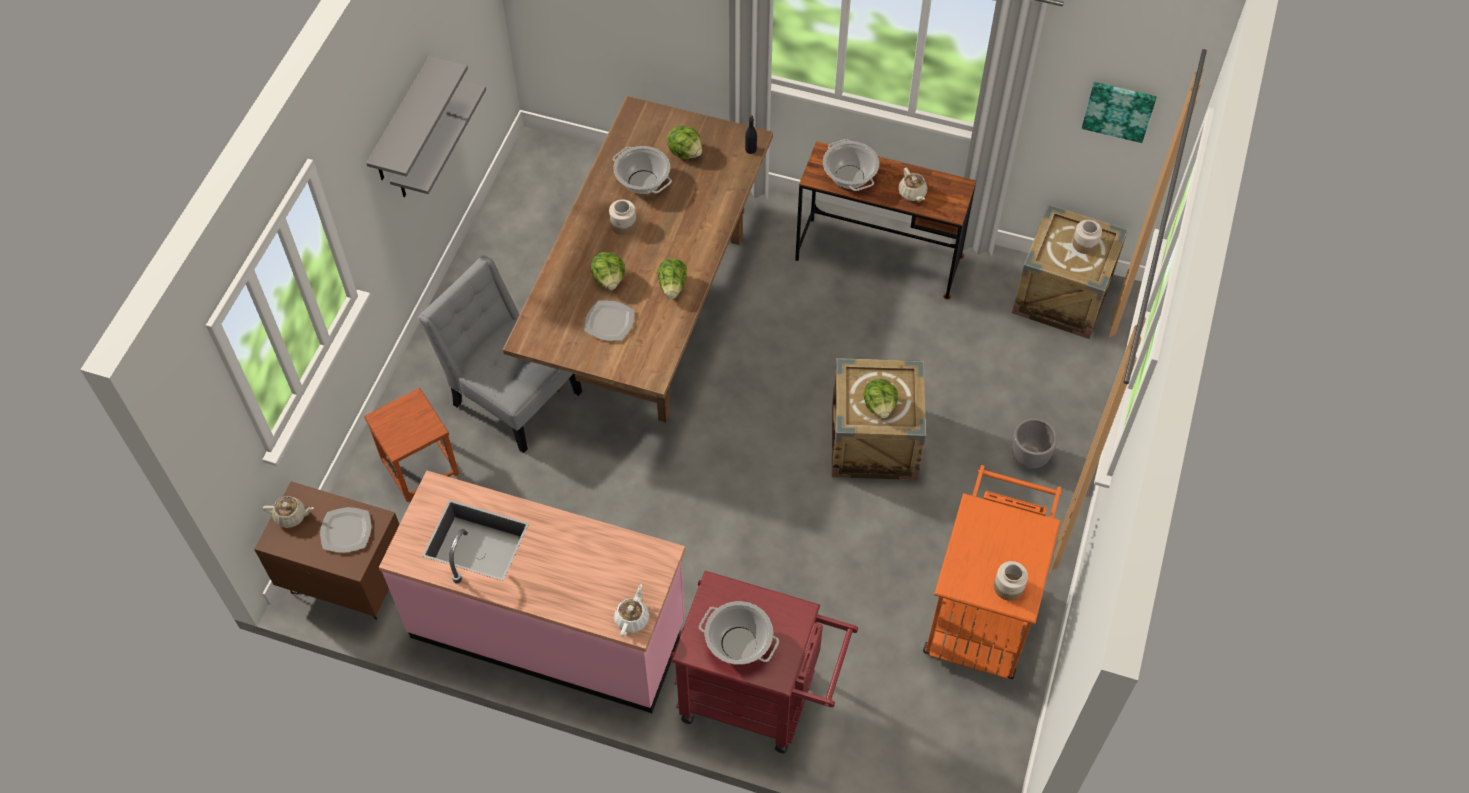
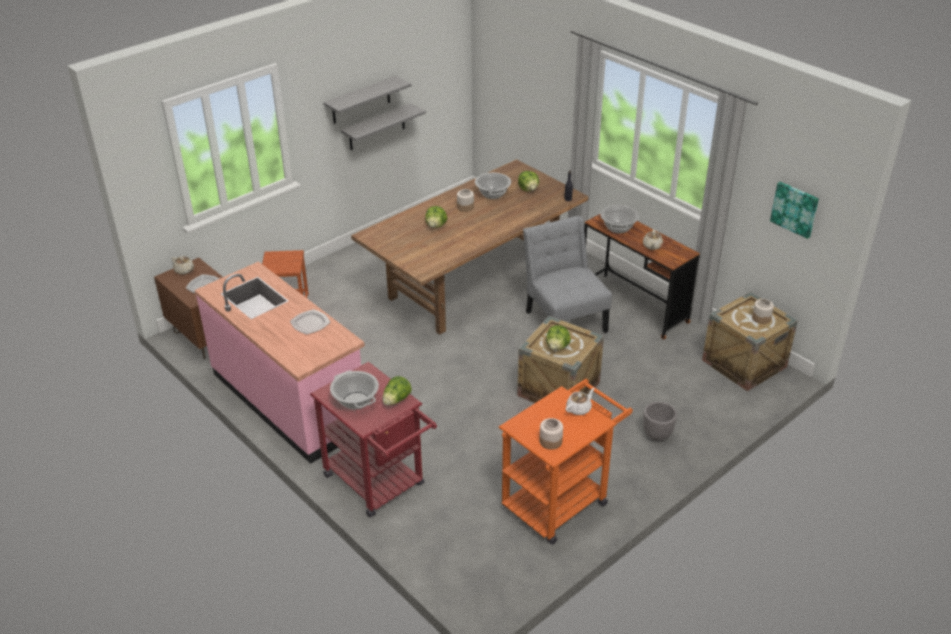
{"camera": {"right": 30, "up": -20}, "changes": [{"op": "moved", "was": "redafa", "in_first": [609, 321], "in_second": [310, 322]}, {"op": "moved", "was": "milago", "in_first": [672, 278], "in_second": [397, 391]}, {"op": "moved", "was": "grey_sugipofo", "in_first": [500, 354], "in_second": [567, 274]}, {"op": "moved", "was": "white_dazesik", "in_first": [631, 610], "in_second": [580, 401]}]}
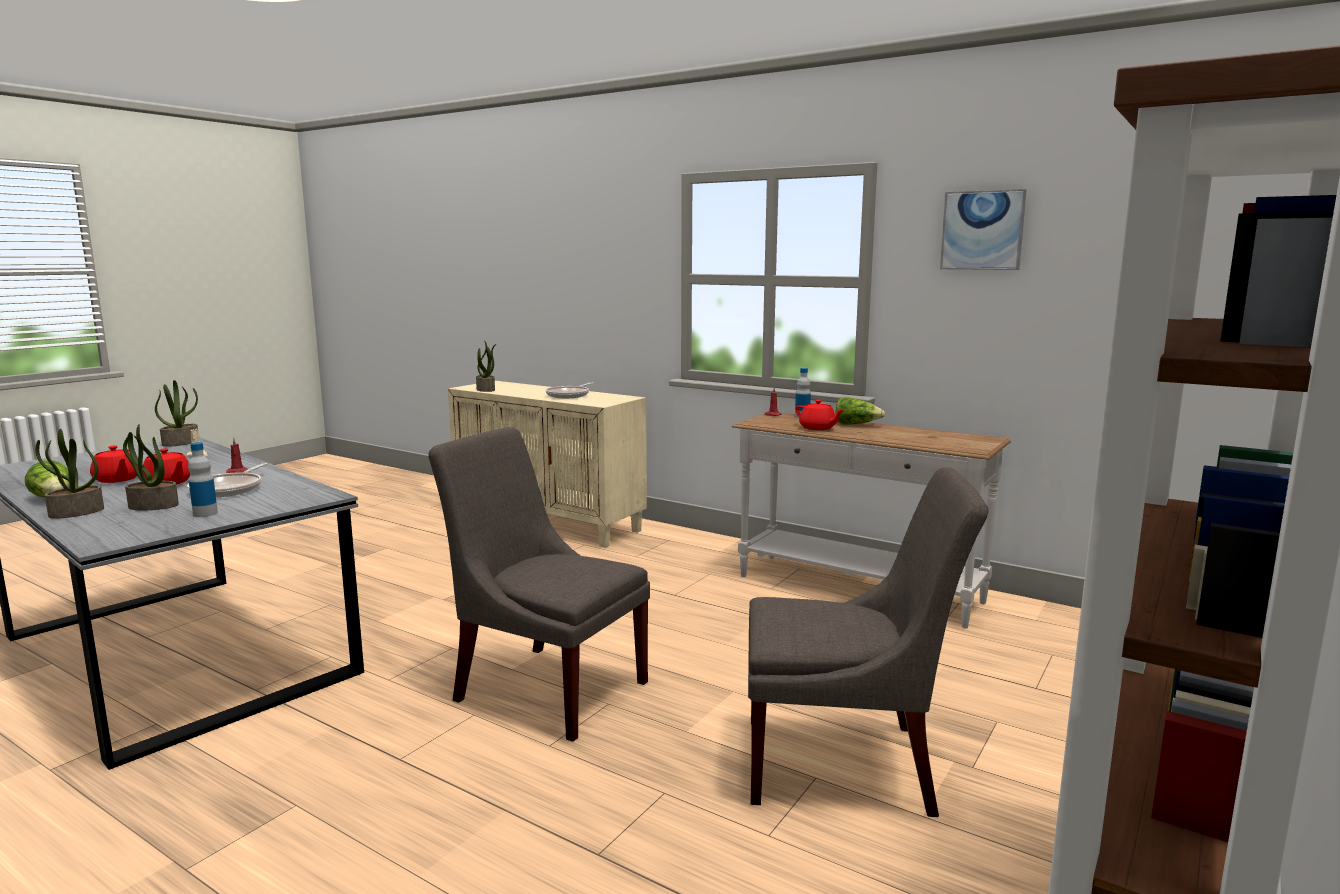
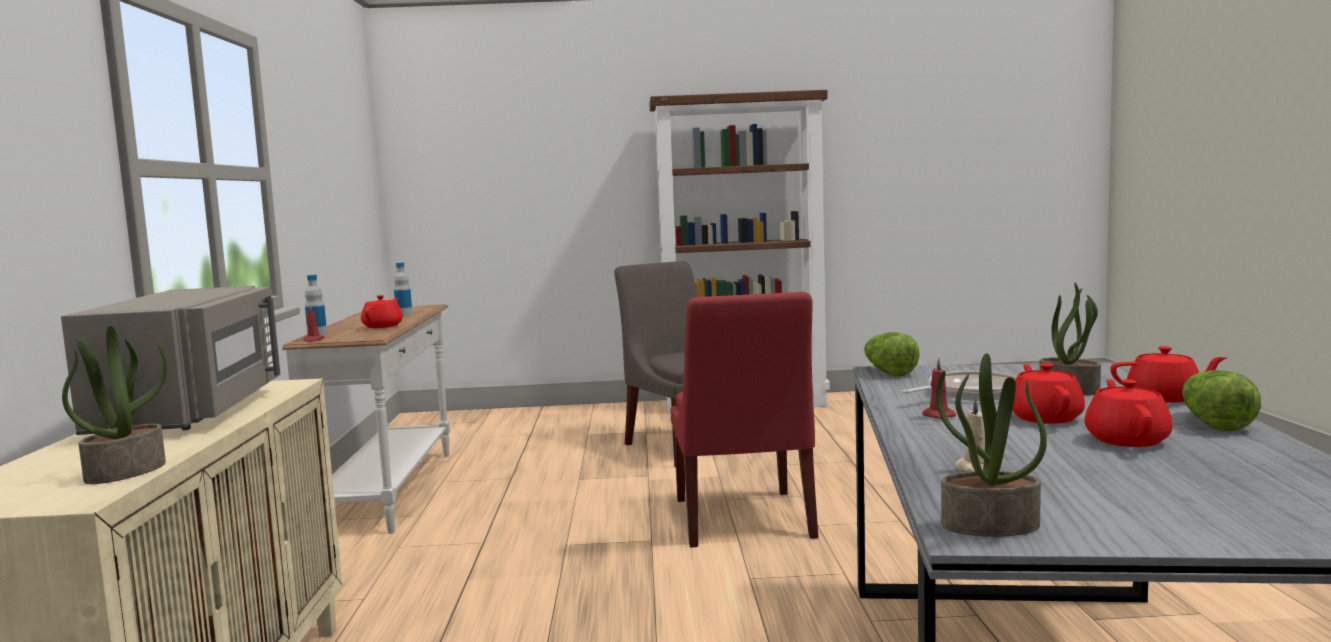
{"camera": {"right": -125, "up": -5}, "changes": [{"op": "replaced", "was": "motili", "now": "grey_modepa", "in_first": [570, 390], "in_second": [170, 360]}, {"op": "moved", "was": "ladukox", "in_first": [203, 479], "in_second": [403, 289]}, {"op": "recoloured", "was": "grey_sugipofo", "now": "red_sugipofo", "in_first": [539, 584], "in_second": [744, 419]}, {"op": "moved", "was": "milago", "in_first": [860, 411], "in_second": [891, 354]}, {"op": "replaced", "was": "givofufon", "now": "red_dazesik", "in_first": [69, 474], "in_second": [1169, 374]}, {"op": "removed", "was": "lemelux", "in_first": [983, 229]}]}
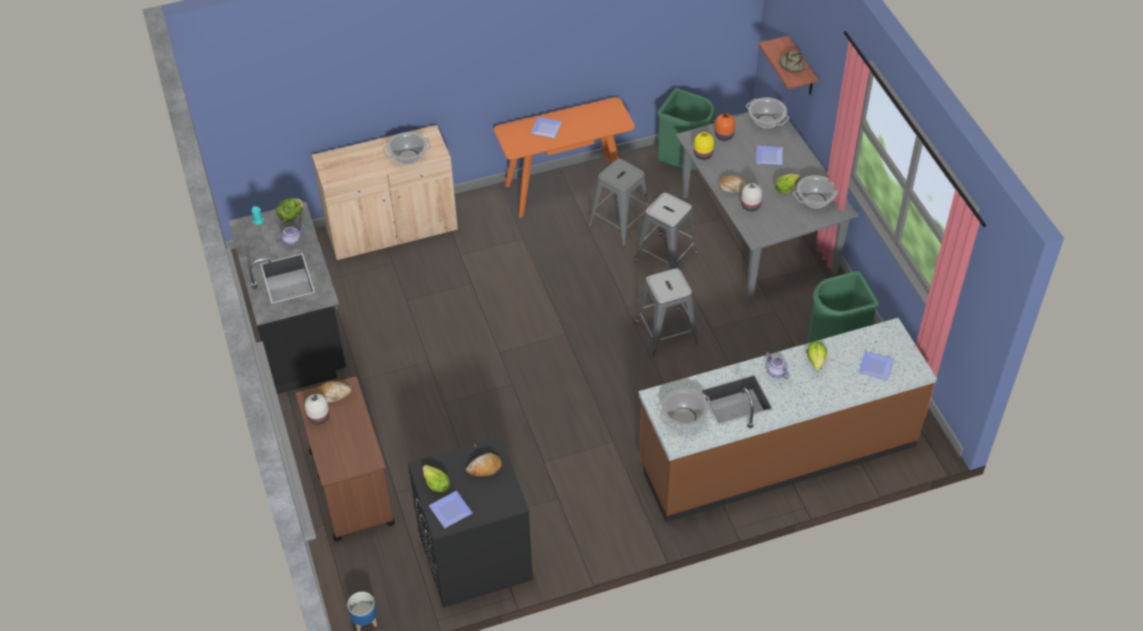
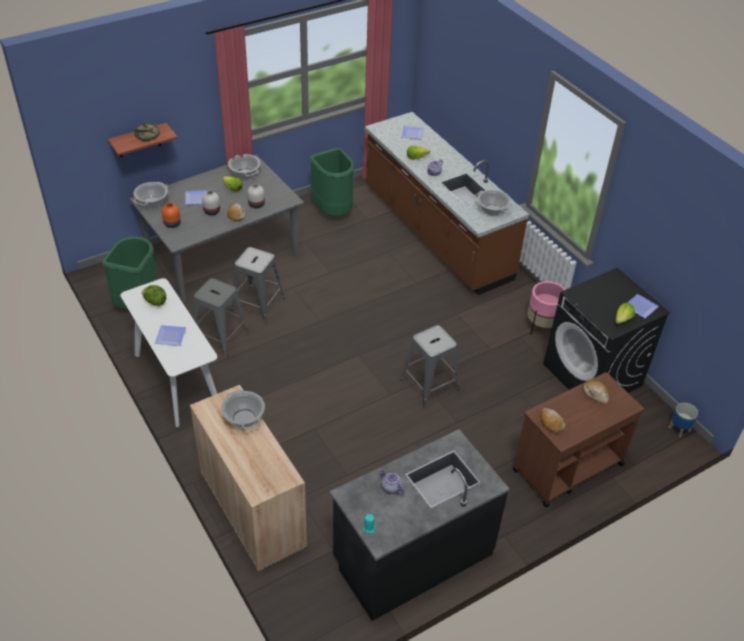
{"camera": {"right": -105, "up": -5}, "changes": [{"op": "recoloured", "was": "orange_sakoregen", "now": "white_sakoregen", "in_first": [564, 157], "in_second": [168, 352]}, {"op": "moved", "was": "milago", "in_first": [290, 210], "in_second": [154, 295]}, {"op": "moved", "was": "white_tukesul", "in_first": [317, 409], "in_second": [211, 203]}, {"op": "moved", "was": "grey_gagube", "in_first": [666, 313], "in_second": [430, 366]}, {"op": "added", "now": "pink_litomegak", "in_second": [546, 308]}, {"op": "moved", "was": "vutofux", "in_first": [484, 464], "in_second": [596, 392]}, {"op": "removed", "was": "yellow_tukesul", "in_first": [704, 146]}]}
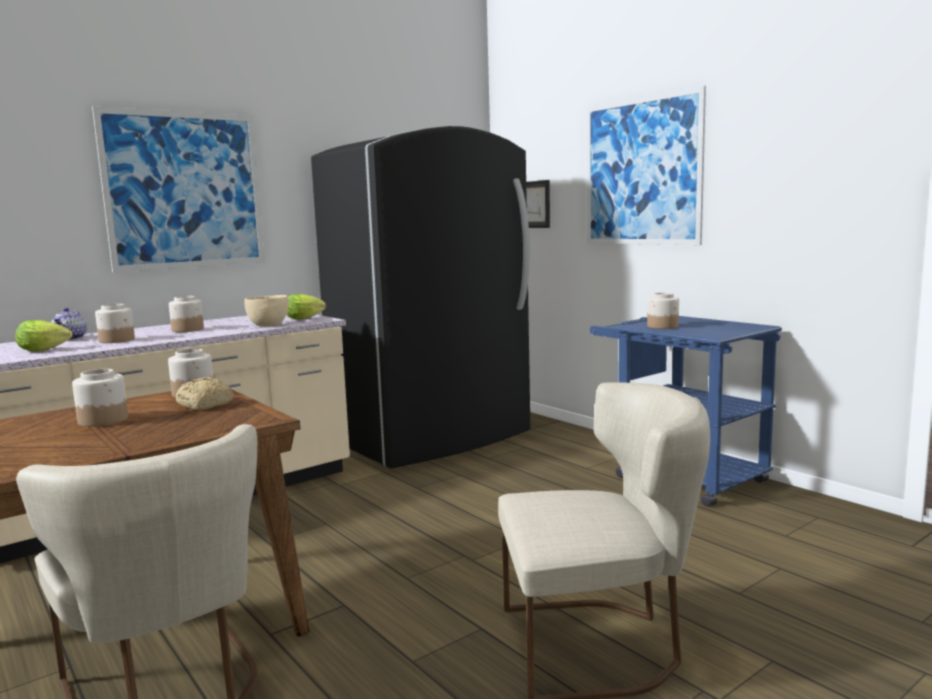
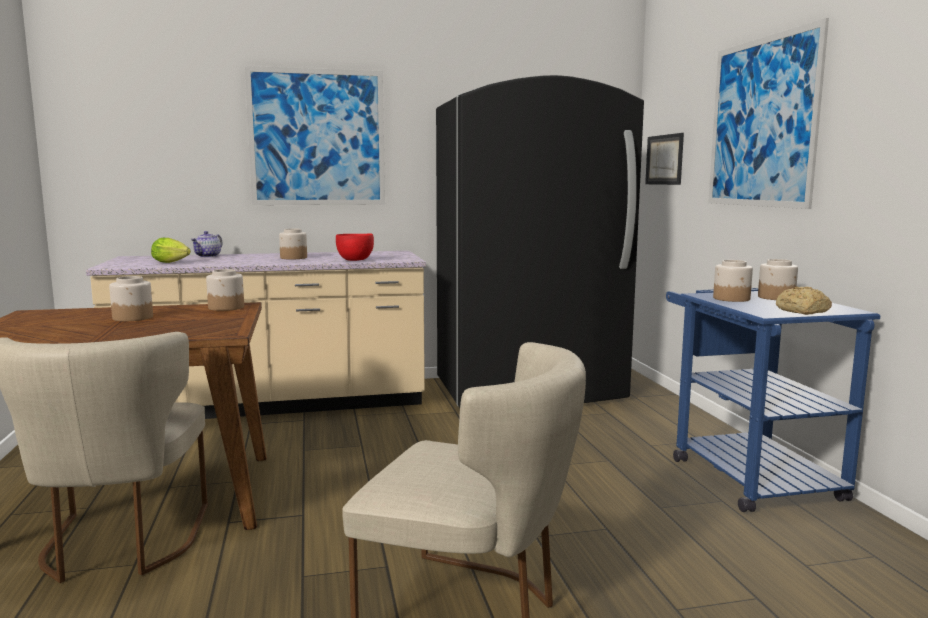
{"camera": {"right": 25, "up": 0}, "changes": [{"op": "recoloured", "was": "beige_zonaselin", "now": "red_zonaselin", "in_first": [266, 311], "in_second": [355, 247]}, {"op": "moved", "was": "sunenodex", "in_first": [115, 323], "in_second": [778, 279]}, {"op": "moved", "was": "vutofux", "in_first": [205, 393], "in_second": [804, 300]}, {"op": "removed", "was": "milago", "in_first": [306, 306]}]}
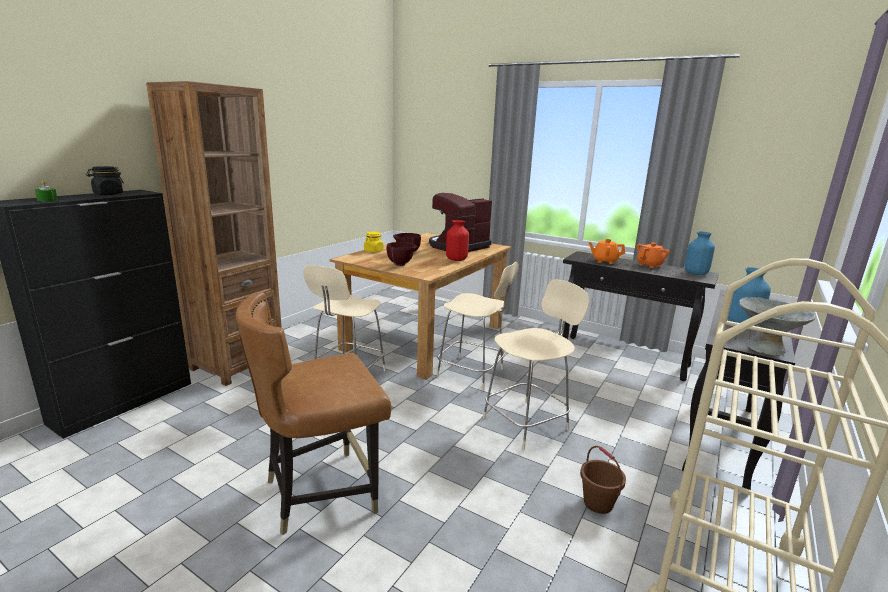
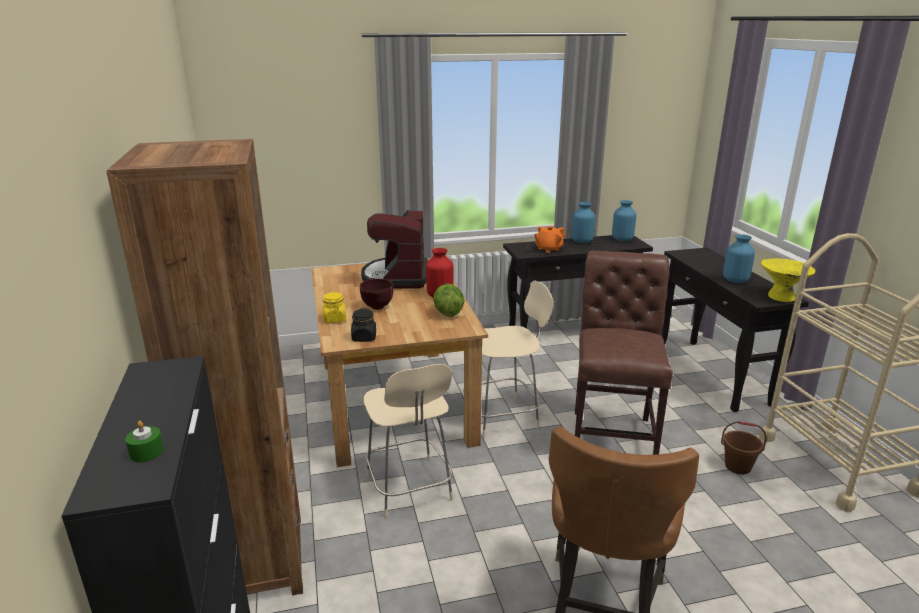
{"camera": {"right": -45, "up": 5}, "changes": [{"op": "moved", "was": "black_sunenodex", "in_first": [105, 180], "in_second": [363, 325]}, {"op": "added", "now": "milago", "in_second": [449, 300]}, {"op": "replaced", "was": "orange_dazesik", "now": "blue_tukesul", "in_first": [653, 255], "in_second": [583, 222]}, {"op": "replaced", "was": "beige_gagube", "now": "brown_sugipofo", "in_first": [536, 365], "in_second": [624, 353]}, {"op": "recoloured", "was": "grey_zonaselin", "now": "yellow_zonaselin", "in_first": [777, 326], "in_second": [788, 280]}, {"op": "removed", "was": "brown_zonaselin", "in_first": [402, 254]}]}
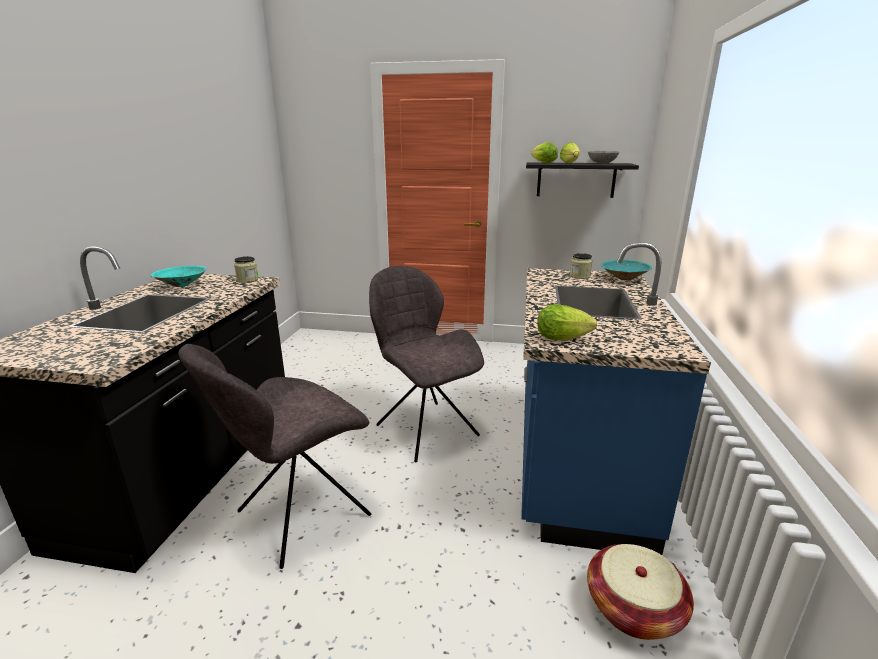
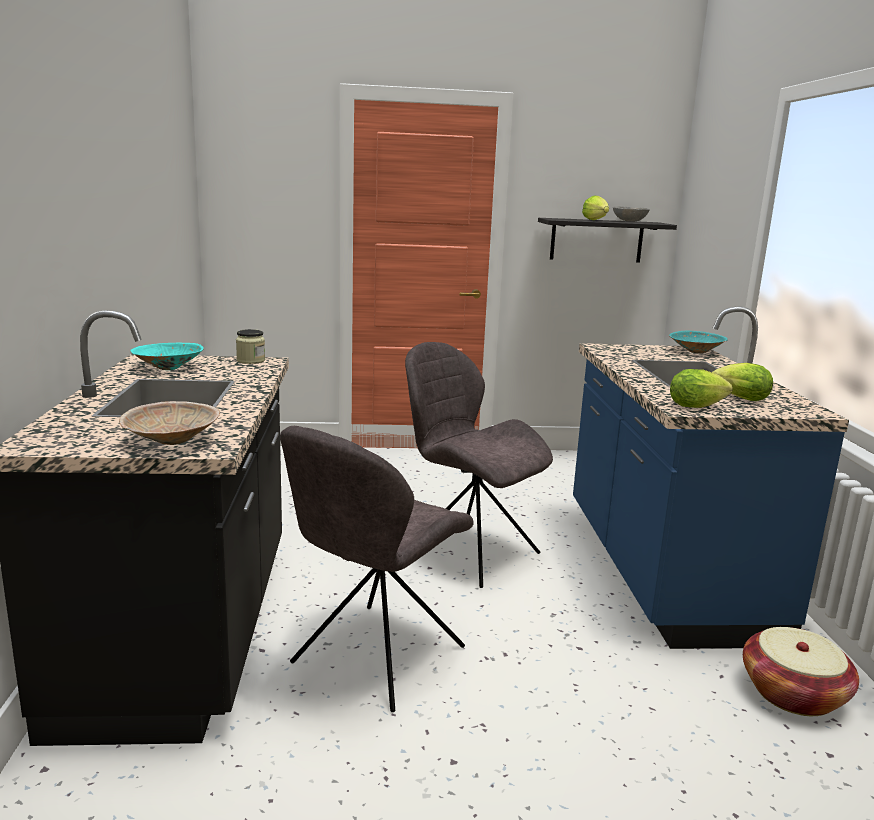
{"camera": {"right": -15, "up": -5}, "changes": [{"op": "added", "now": "beige_zonaselin", "in_second": [169, 423]}, {"op": "moved", "was": "milago", "in_first": [544, 152], "in_second": [742, 382]}, {"op": "removed", "was": "sunenodex", "in_first": [581, 266]}]}
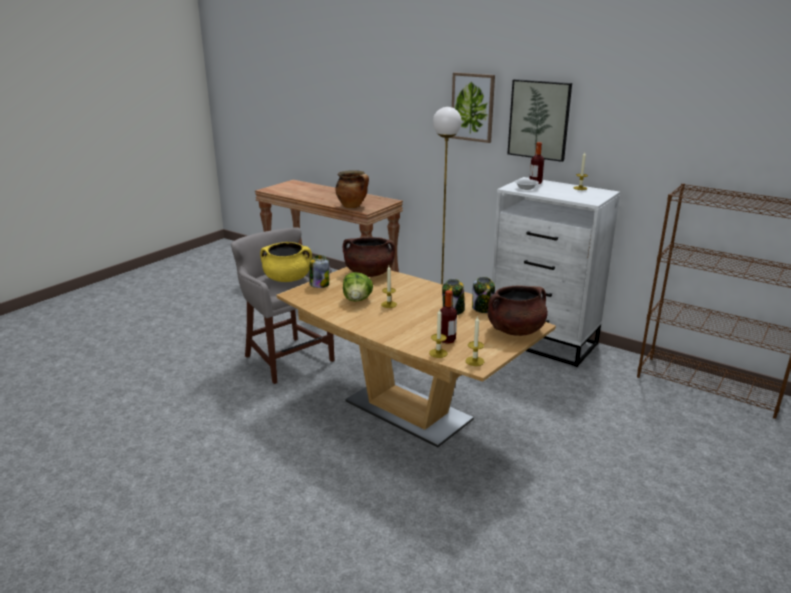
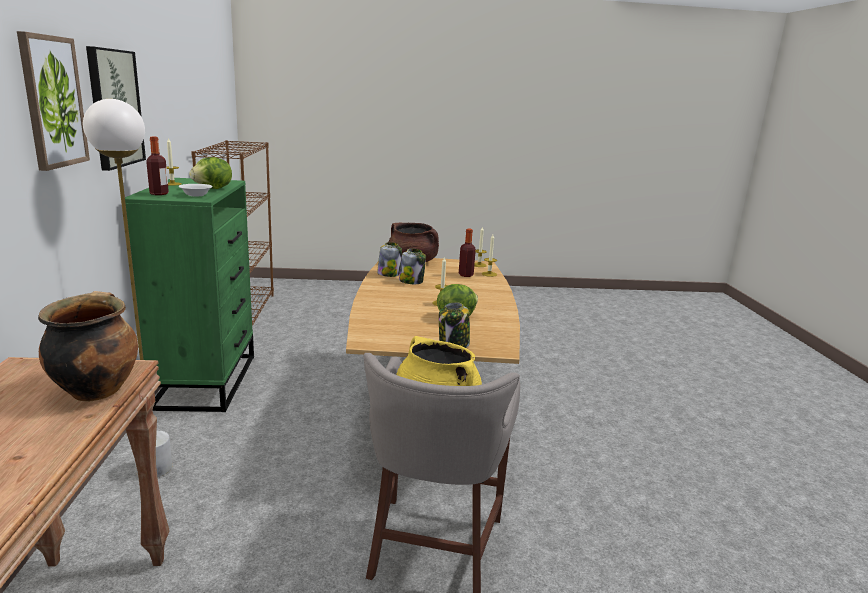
{"camera": {"right": -130, "up": -5}, "changes": [{"op": "recoloured", "was": "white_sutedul", "now": "green_sutedul", "in_first": [556, 272], "in_second": [189, 295]}, {"op": "added", "now": "milago", "in_second": [210, 173]}, {"op": "removed", "was": "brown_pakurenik", "in_first": [369, 257]}]}
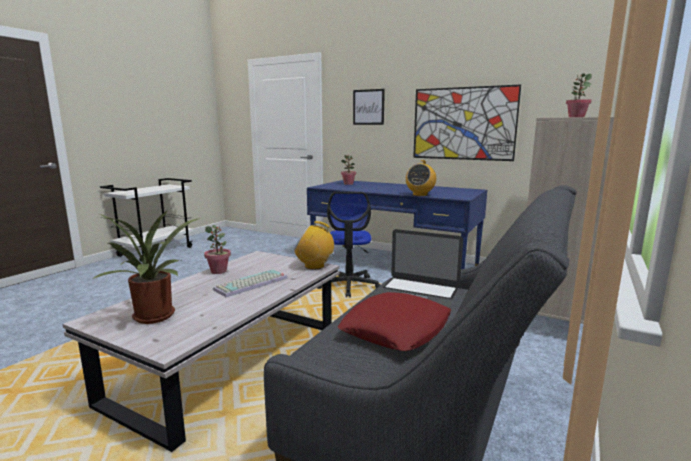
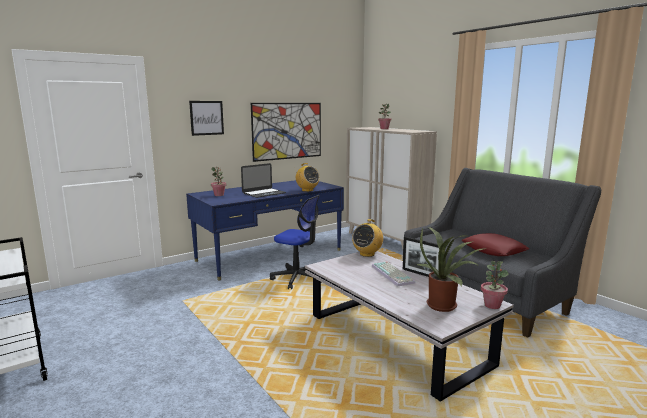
{"camera": {"right": -65, "up": 0}, "changes": [{"op": "moved", "was": "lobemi", "in_first": [418, 268], "in_second": [263, 180]}, {"op": "added", "now": "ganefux", "in_second": [421, 257]}, {"op": "moved", "was": "givofufon", "in_first": [217, 249], "in_second": [495, 285]}]}
